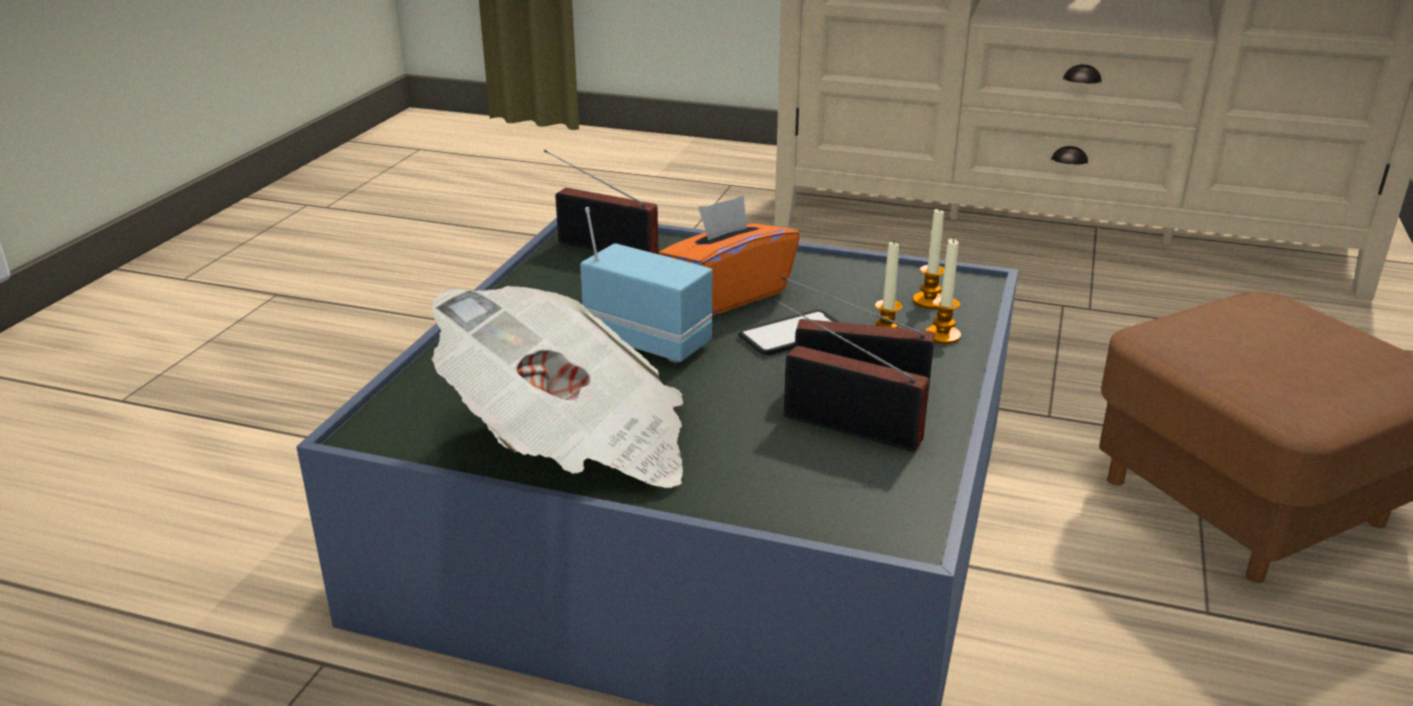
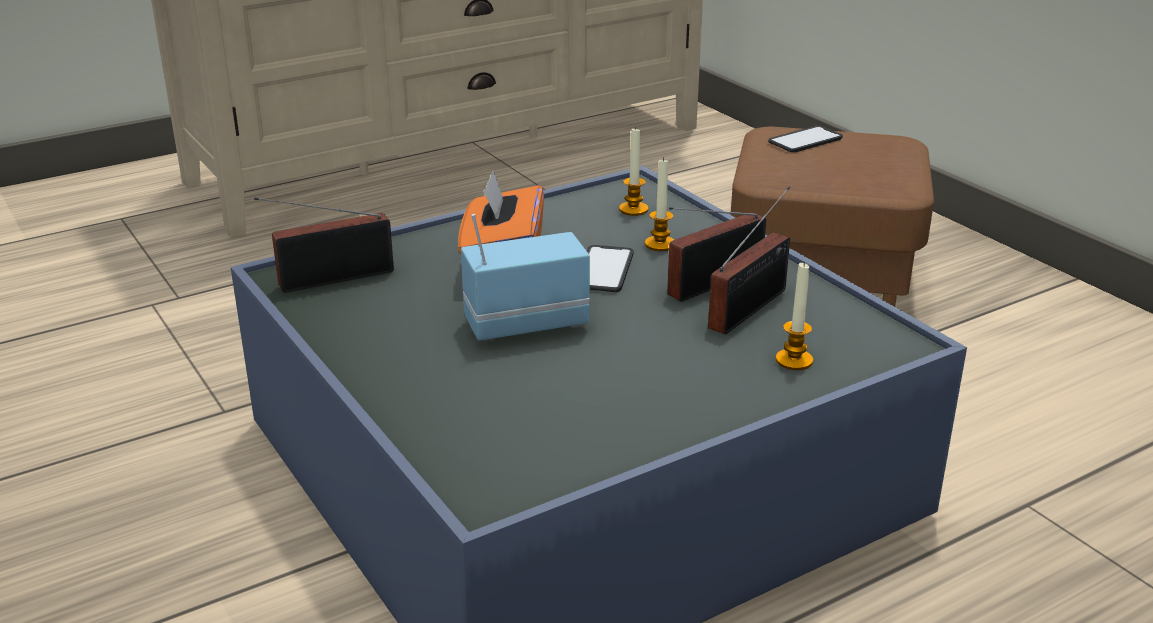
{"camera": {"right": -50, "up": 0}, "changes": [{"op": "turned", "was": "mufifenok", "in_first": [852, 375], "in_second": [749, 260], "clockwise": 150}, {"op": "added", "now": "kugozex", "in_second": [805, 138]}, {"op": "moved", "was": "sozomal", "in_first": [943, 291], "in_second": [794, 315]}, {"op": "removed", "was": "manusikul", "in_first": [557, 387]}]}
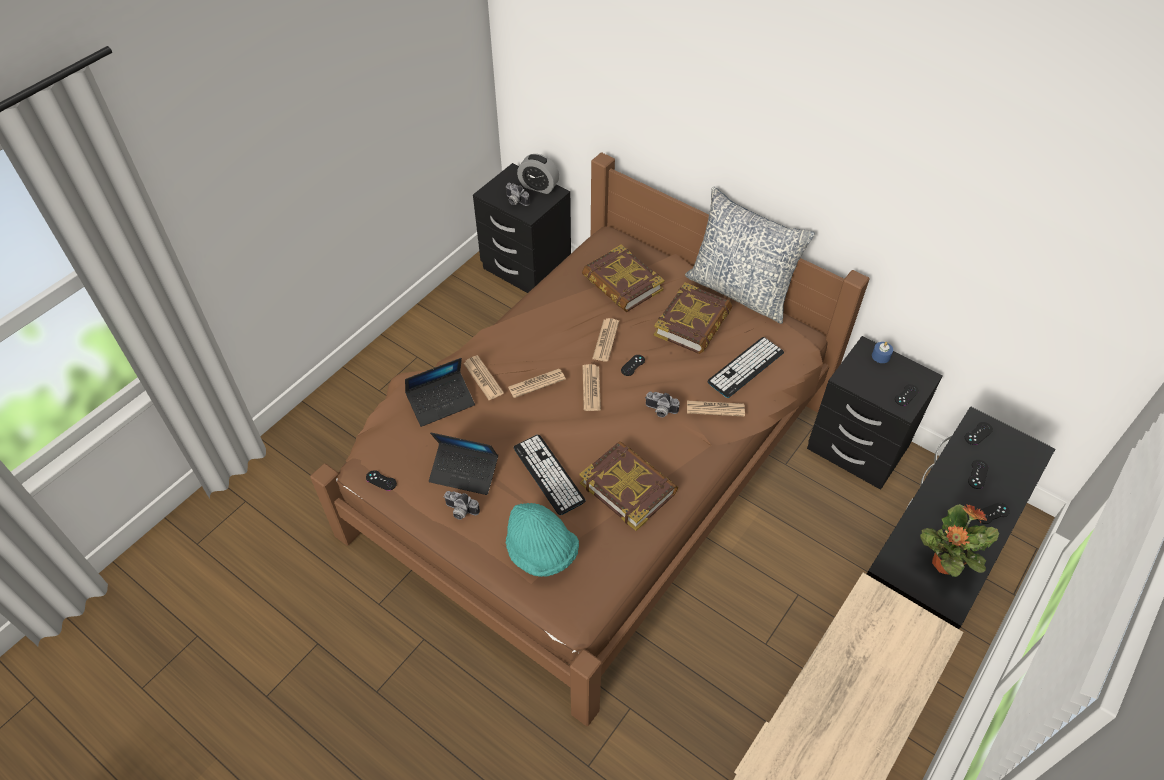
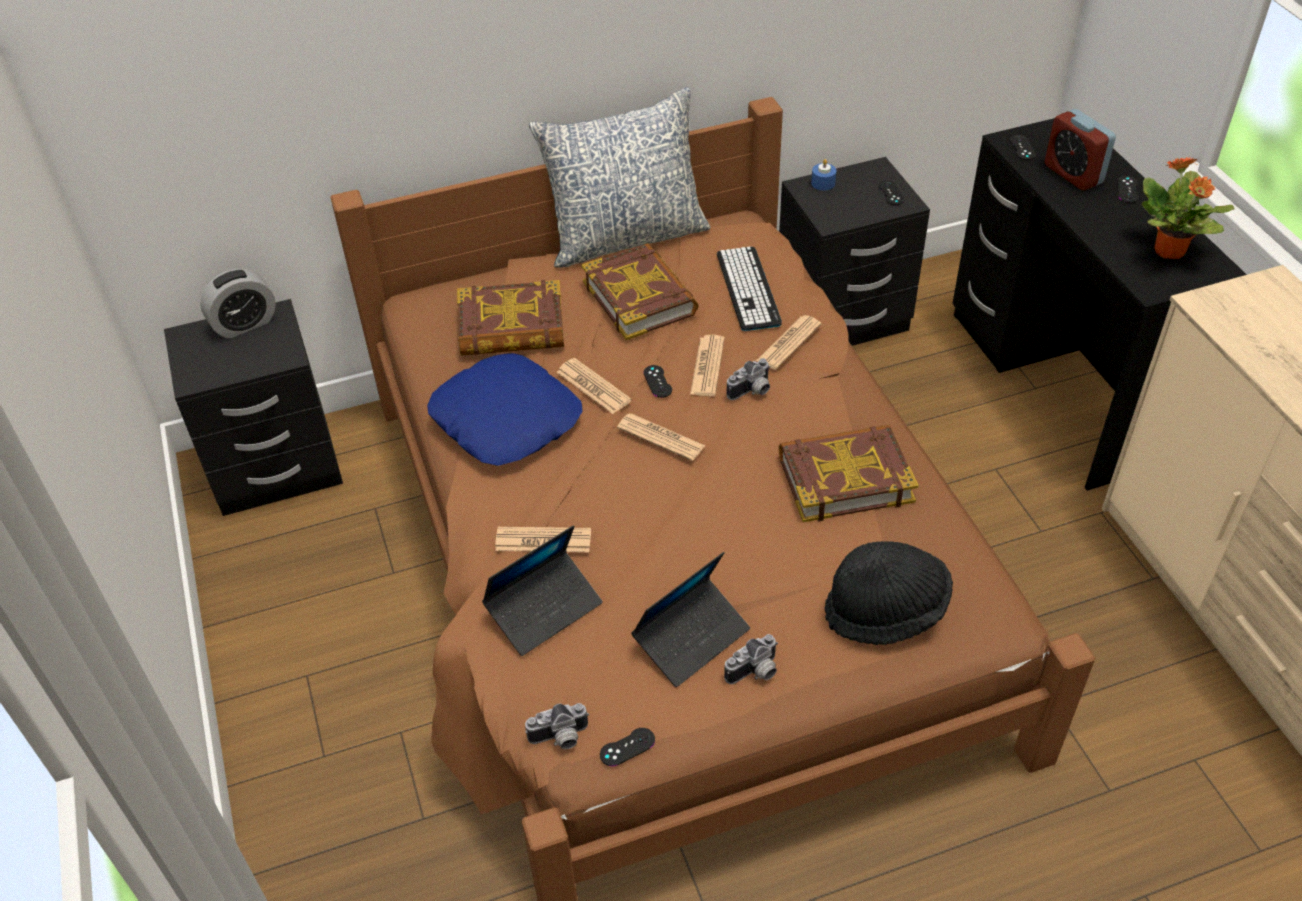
{"camera": {"right": -55, "up": -5}, "changes": [{"op": "added", "now": "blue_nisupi", "in_second": [504, 409]}, {"op": "turned", "was": "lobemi", "in_first": [440, 392], "in_second": [542, 590], "clockwise": 45}, {"op": "moved", "was": "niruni", "in_first": [517, 194], "in_second": [557, 726]}, {"op": "moved", "was": "manusikul", "in_first": [537, 383], "in_second": [707, 365]}, {"op": "recoloured", "was": "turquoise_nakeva", "now": "black_nakeva", "in_first": [542, 540], "in_second": [889, 593]}, {"op": "replaced", "was": "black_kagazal", "now": "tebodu", "in_first": [978, 474], "in_second": [1080, 149]}, {"op": "removed", "was": "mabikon", "in_first": [549, 475]}]}
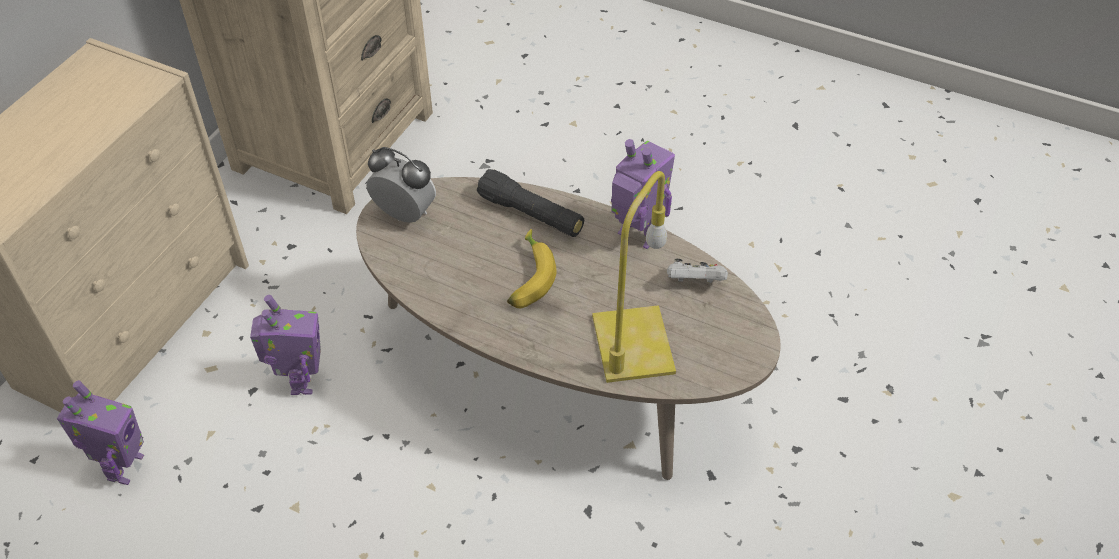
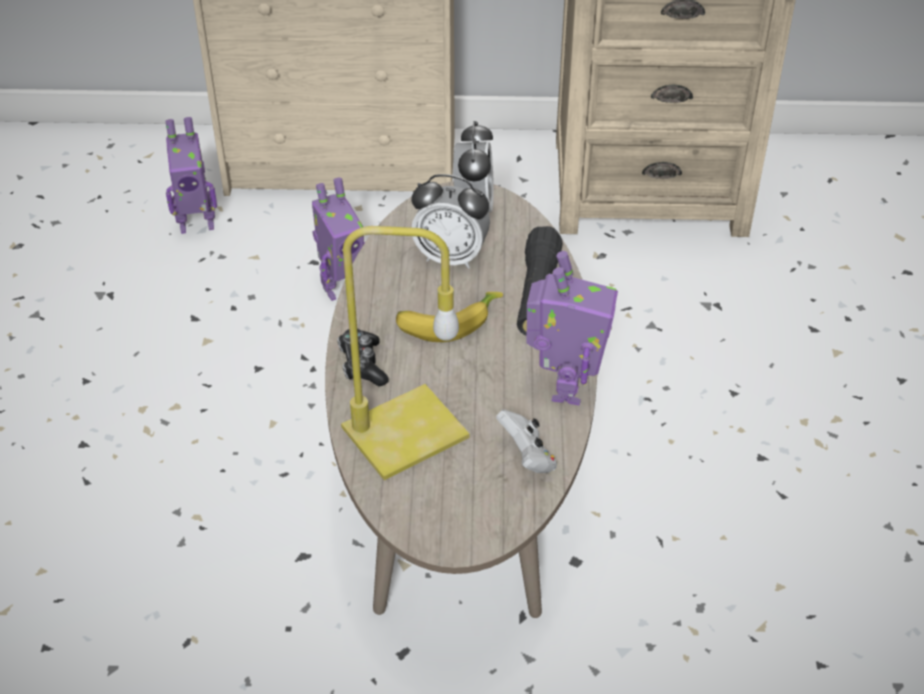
{"camera": {"right": 65, "up": -5}, "changes": [{"op": "added", "now": "kagazal", "in_second": [363, 357]}, {"op": "added", "now": "tebodu", "in_second": [450, 221]}]}
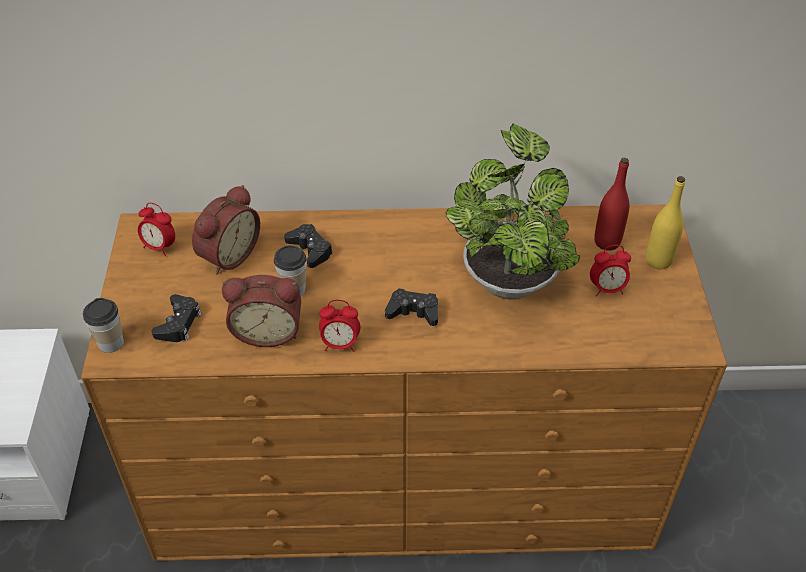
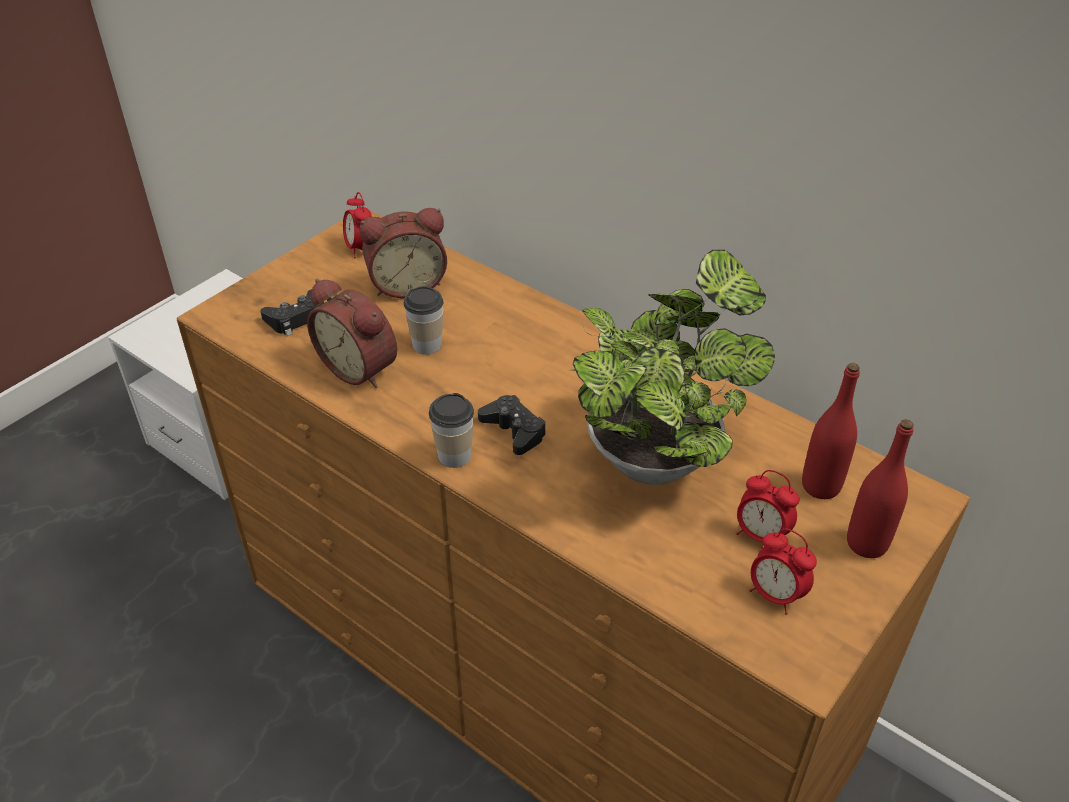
{"camera": {"right": 40, "up": -5}, "changes": [{"op": "moved", "was": "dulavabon", "in_first": [103, 325], "in_second": [451, 430]}, {"op": "moved", "was": "tebodu", "in_first": [339, 326], "in_second": [783, 572]}, {"op": "recoloured", "was": "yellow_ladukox", "now": "red_ladukox", "in_first": [665, 222], "in_second": [880, 488]}, {"op": "removed", "was": "black_kagazal", "in_first": [308, 246]}]}
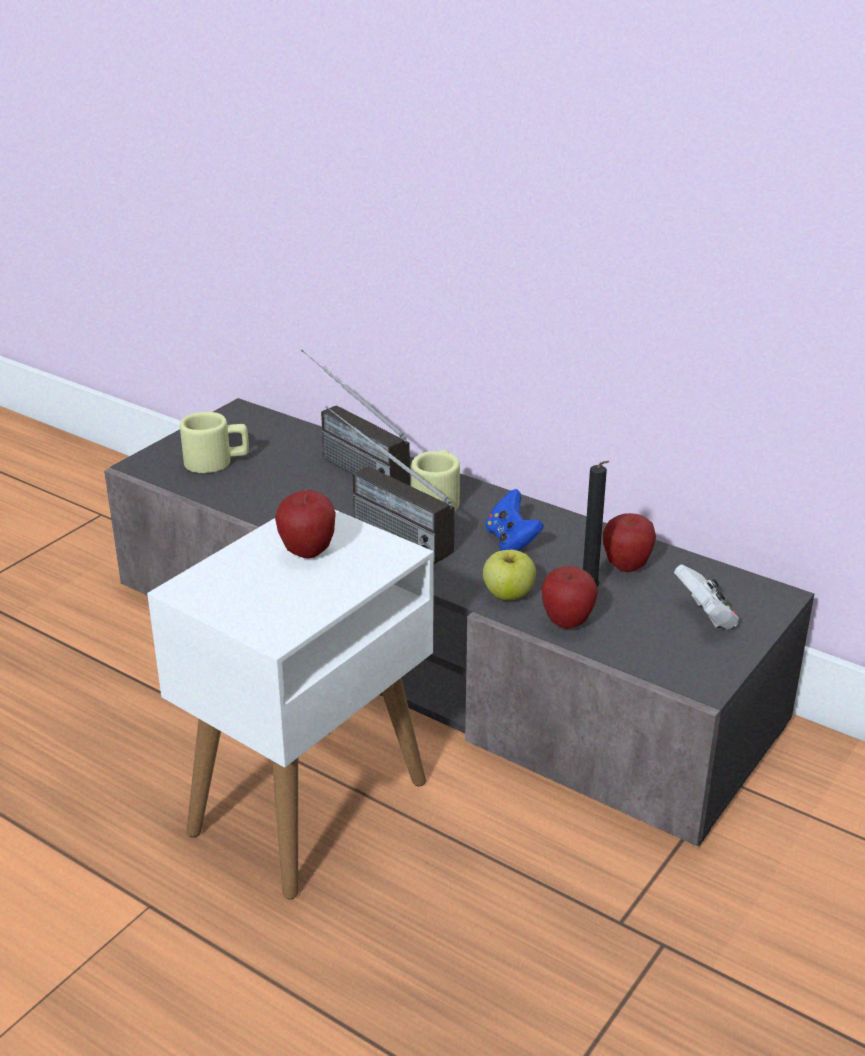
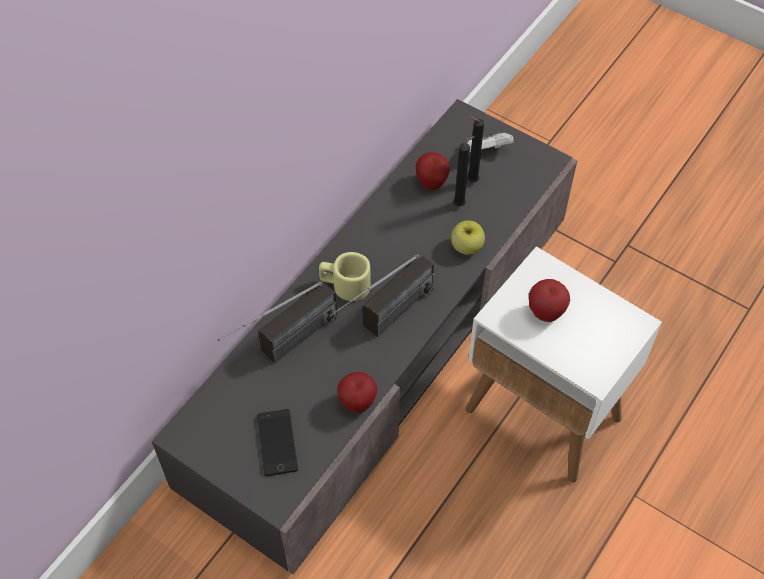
{"camera": {"right": -90, "up": 25}, "changes": [{"op": "replaced", "was": "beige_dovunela", "now": "kugozex", "in_first": [214, 442], "in_second": [277, 442]}, {"op": "moved", "was": "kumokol", "in_first": [570, 597], "in_second": [357, 392]}, {"op": "added", "now": "black_sozomal", "in_second": [475, 149]}, {"op": "removed", "was": "blue_kagazal", "in_first": [515, 520]}]}
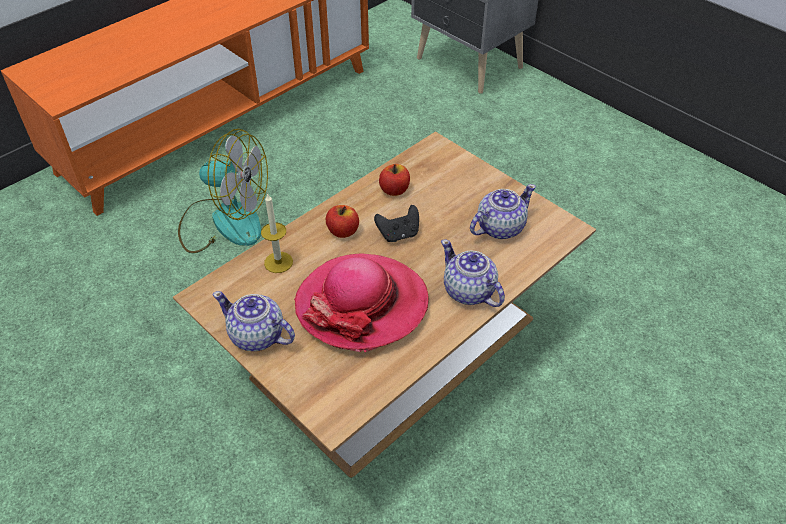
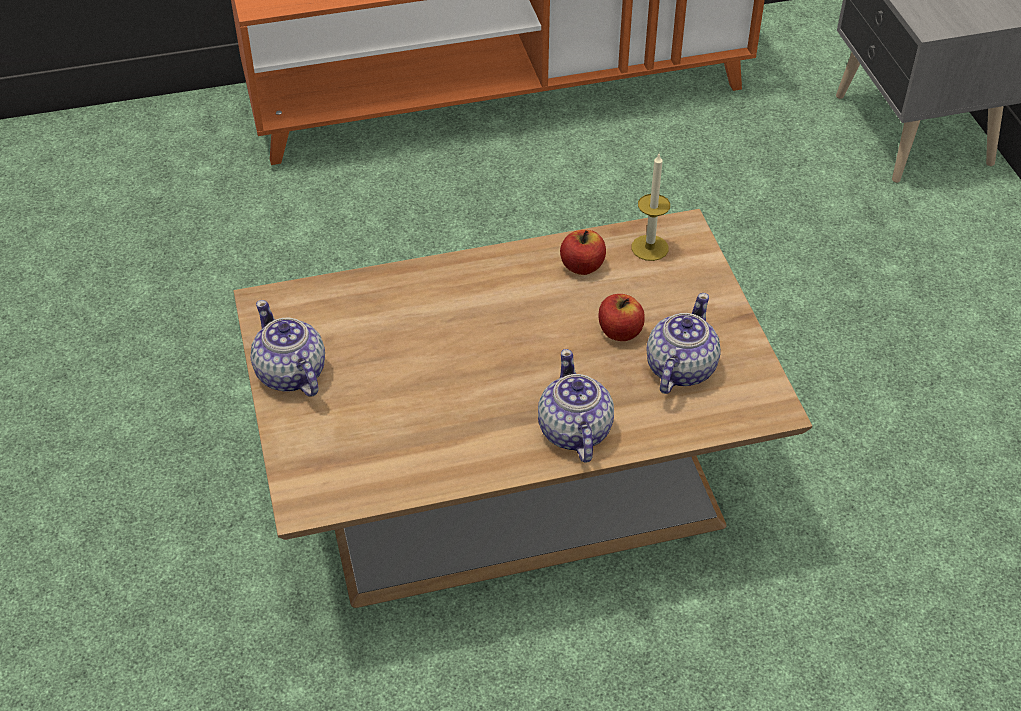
{"camera": {"right": 30, "up": 0}, "changes": [{"op": "moved", "was": "kumokol", "in_first": [342, 221], "in_second": [622, 317]}, {"op": "moved", "was": "sozomal", "in_first": [277, 233], "in_second": [650, 207]}, {"op": "turned", "was": "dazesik", "in_first": [503, 211], "in_second": [684, 343], "clockwise": -60}, {"op": "removed", "was": "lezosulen", "in_first": [223, 191]}, {"op": "removed", "was": "nakeva", "in_first": [361, 303]}, {"op": "removed", "was": "black_kagazal", "in_first": [396, 223]}]}
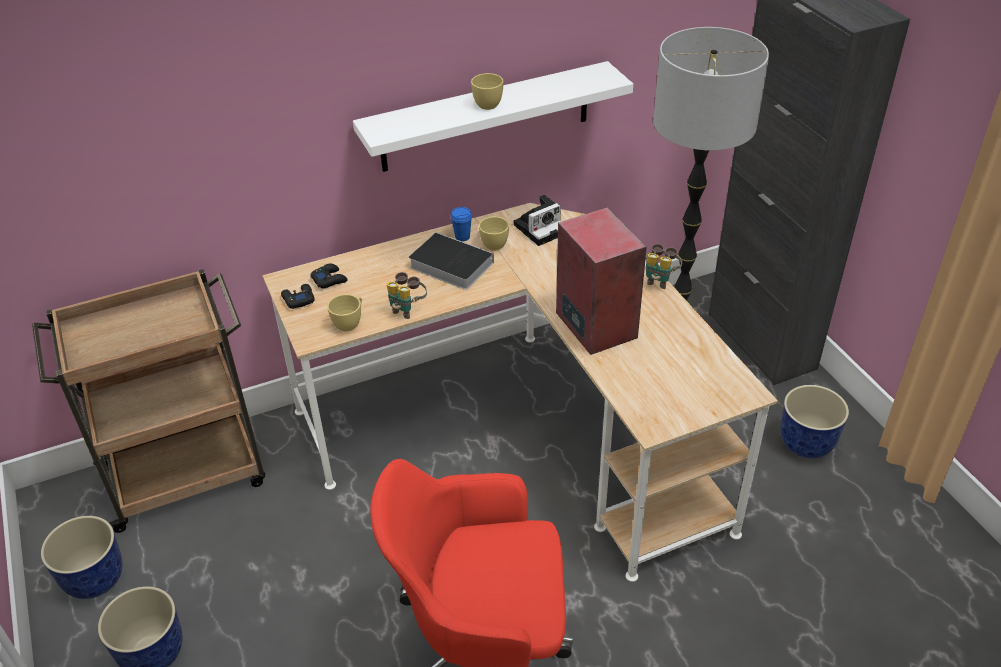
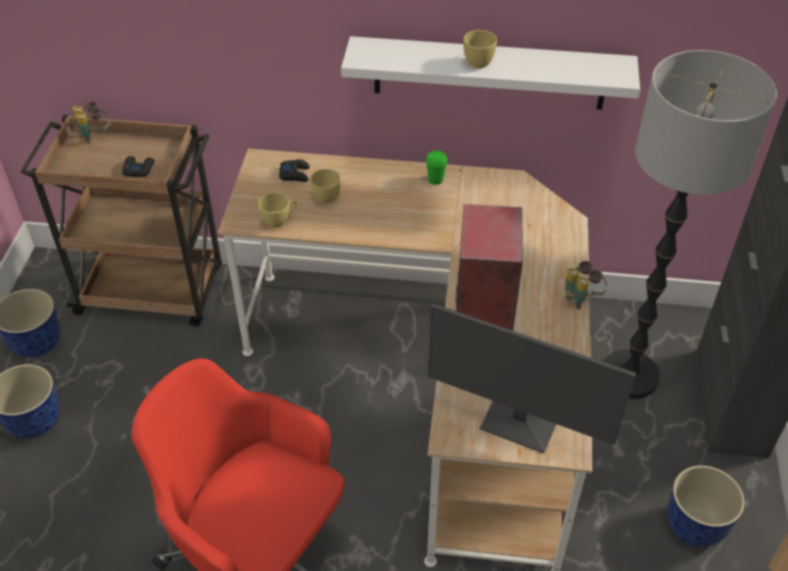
{"camera": {"right": 30, "up": 5}, "changes": [{"op": "moved", "was": "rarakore", "in_first": [407, 295], "in_second": [92, 123]}, {"op": "moved", "was": "black_kagazal", "in_first": [297, 296], "in_second": [138, 166]}, {"op": "moved", "was": "yellow_dulavabon", "in_first": [494, 234], "in_second": [325, 186]}, {"op": "recoloured", "was": "blue_dulavabon", "now": "green_dulavabon", "in_first": [461, 224], "in_second": [437, 168]}, {"op": "added", "now": "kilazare", "in_second": [532, 378]}, {"op": "removed", "was": "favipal", "in_first": [451, 261]}, {"op": "removed", "was": "niruni", "in_first": [538, 220]}]}
